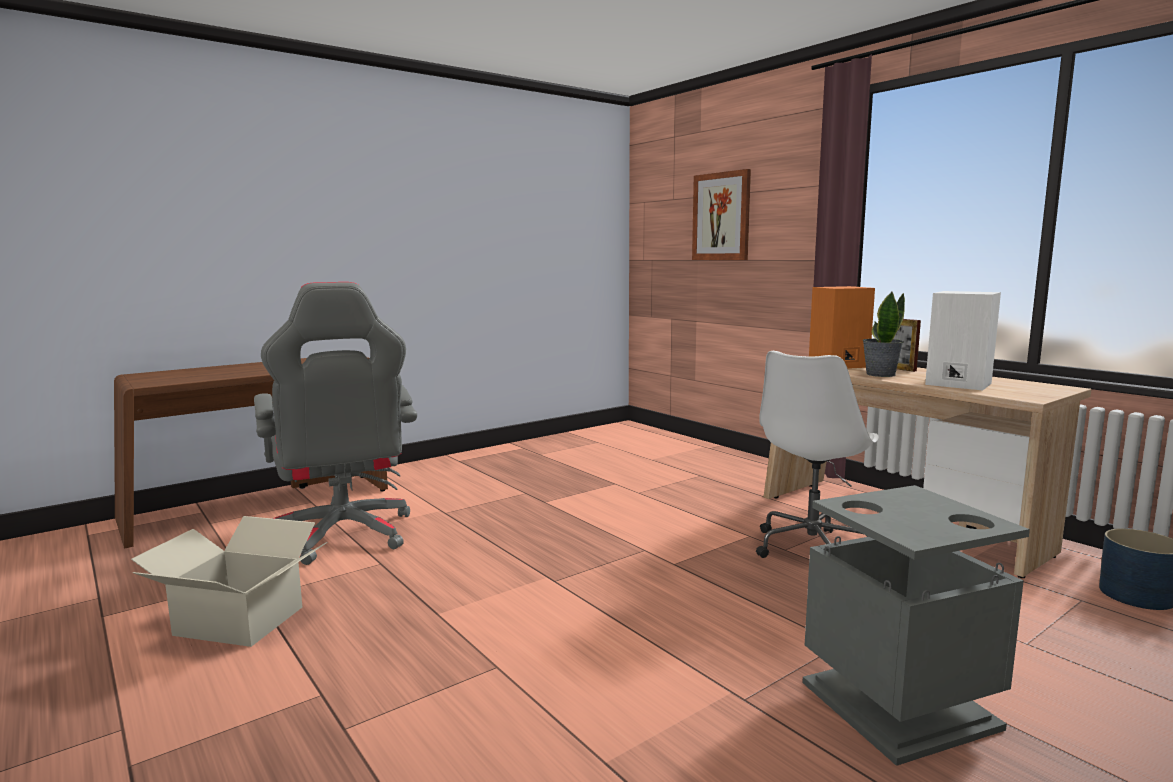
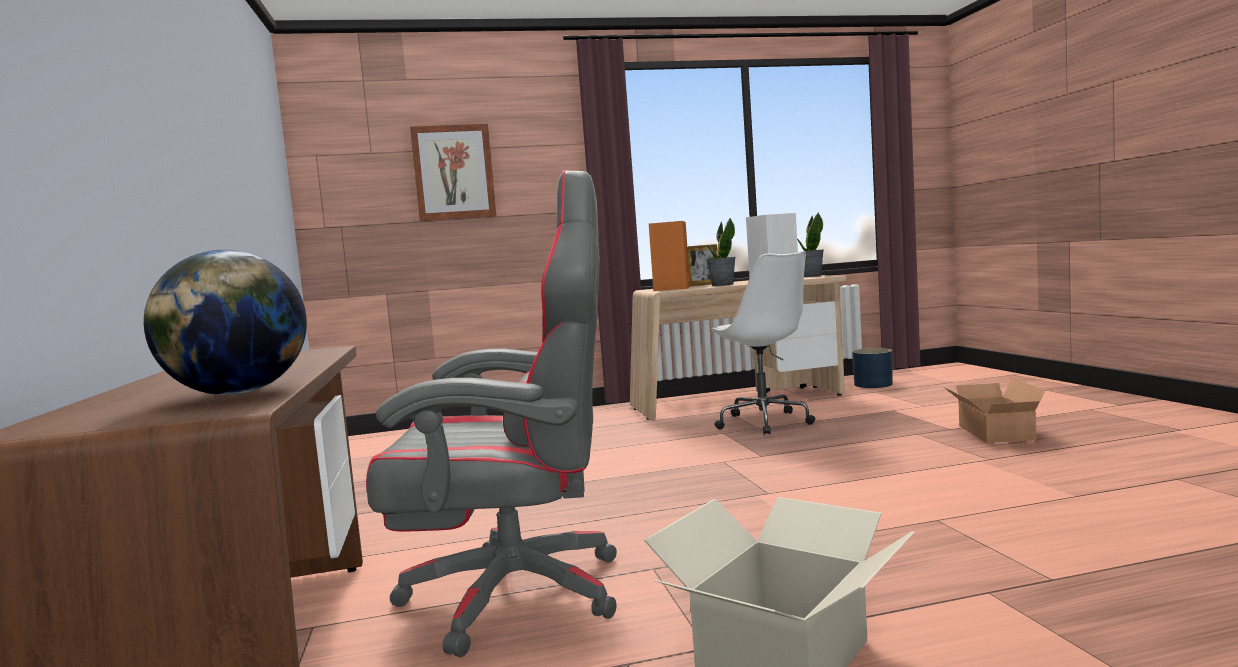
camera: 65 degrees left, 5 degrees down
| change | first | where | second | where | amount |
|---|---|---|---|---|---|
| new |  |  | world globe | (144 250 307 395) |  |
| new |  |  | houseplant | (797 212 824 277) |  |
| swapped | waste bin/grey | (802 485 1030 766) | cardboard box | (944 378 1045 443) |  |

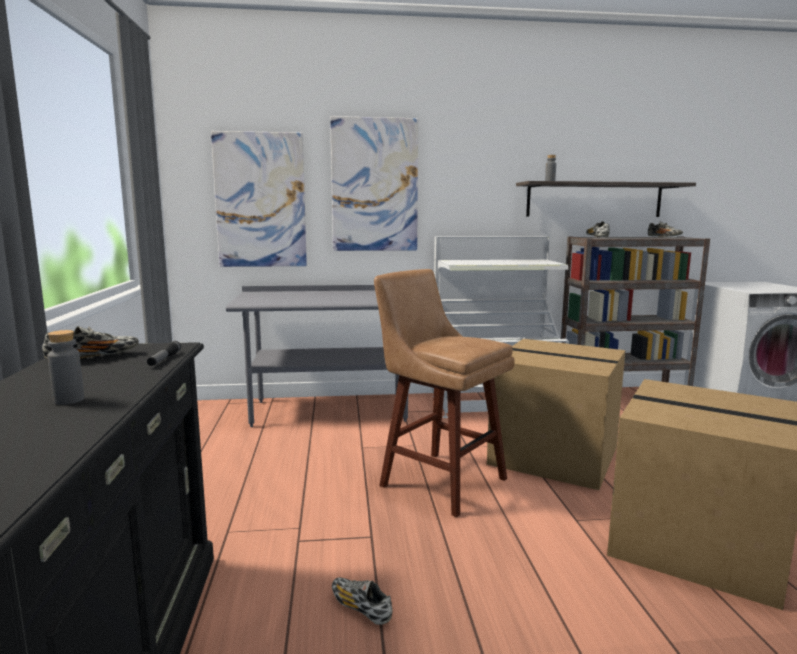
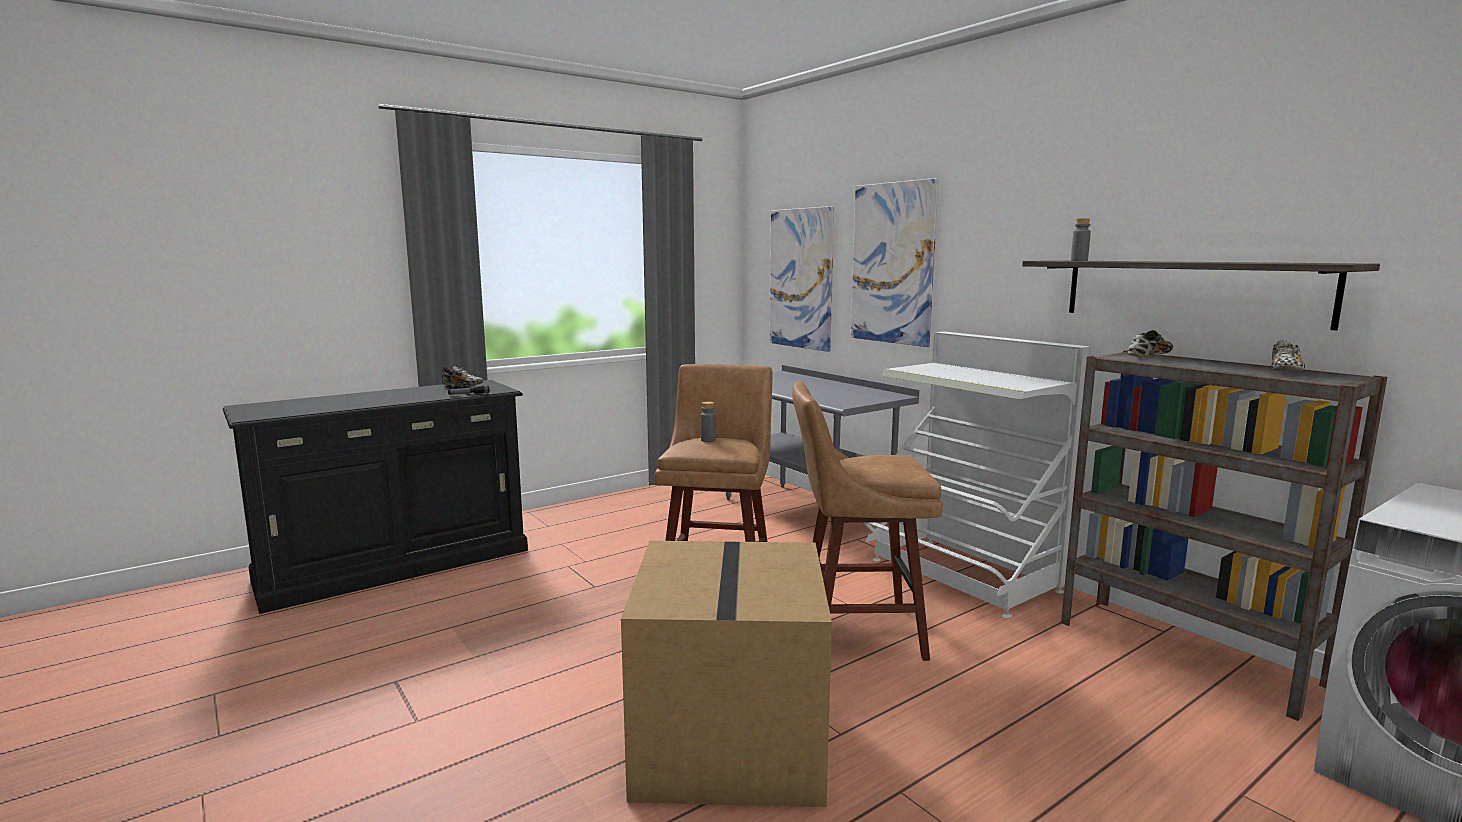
camera: 60 degrees right, 0 degrees up
| change | first | where | second | where | amount |
|---|---|---|---|---|---|
| gone | low shoe | (332 577 393 625) |  |  |  |
| shifted | bottle/grey | (47 330 84 405) |  | (701 402 716 442) |  |
| swapped | cardboard box | (487 339 625 490) | stool/brownish | (792 381 943 661) |  |

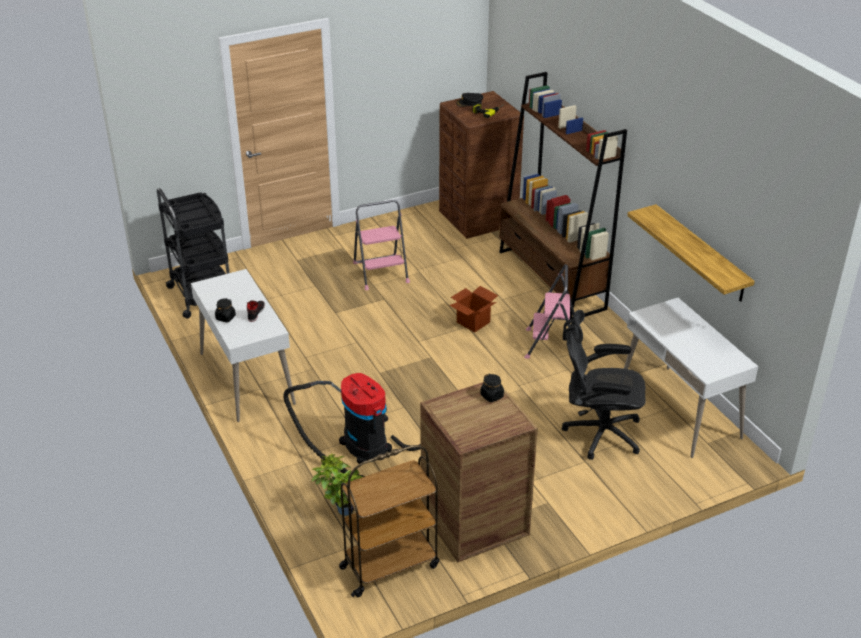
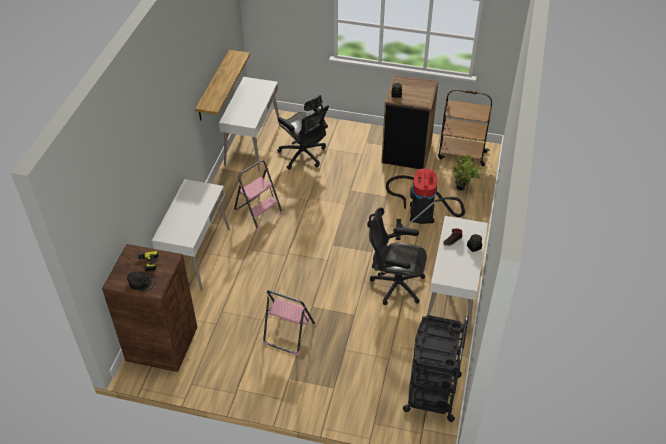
camera: 140 degrees left, 10 degrees up
| change | first | where | second | where | amount |
|---|---|---|---|---|---|
| gone | cardboard box | (449 286 498 332) |  |  |  |
| new |  |  | office chair | (367 208 427 305) |  |
| swapped | shelving unit/brownish | (499 72 627 320) | desk table/whitish | (152 179 230 291) |  |

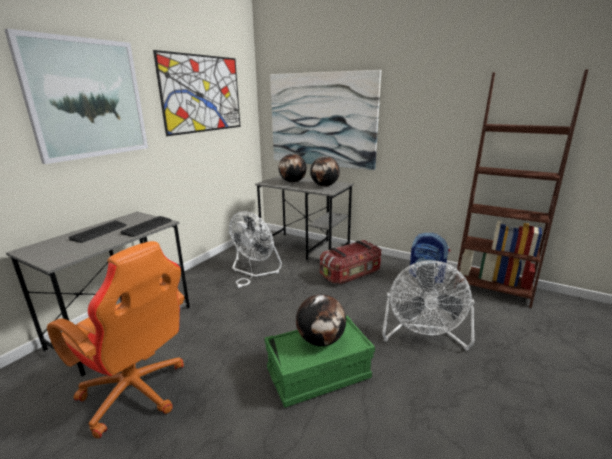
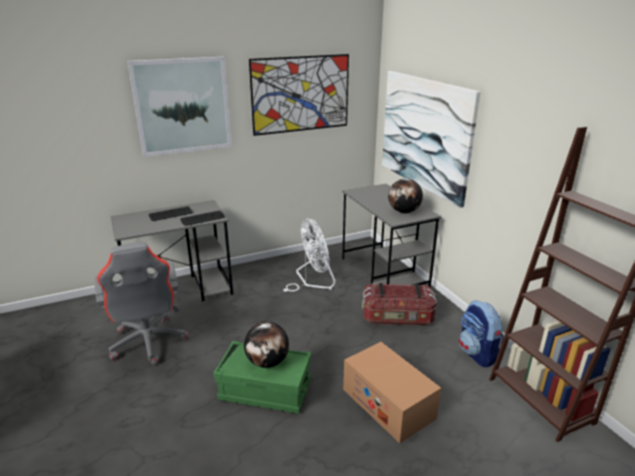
camera: 35 degrees right, 5 degrees up
| change | first | where | second | where | amount |
|---|---|---|---|---|---|
| gone | world globe | (278 154 307 183) |  |  |  |
| swapped | fan/whitish | (382 261 475 350) | cardboard box | (343 342 441 443) |  |
| repainted | office chair/orange | (47 241 185 439) | office chair/grey | (94 242 190 365) |  |

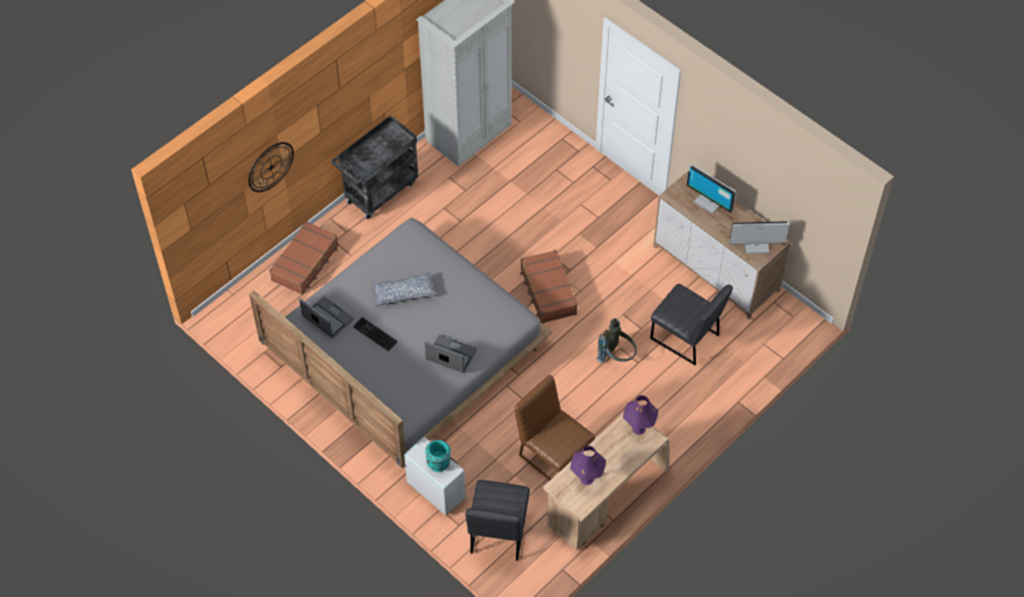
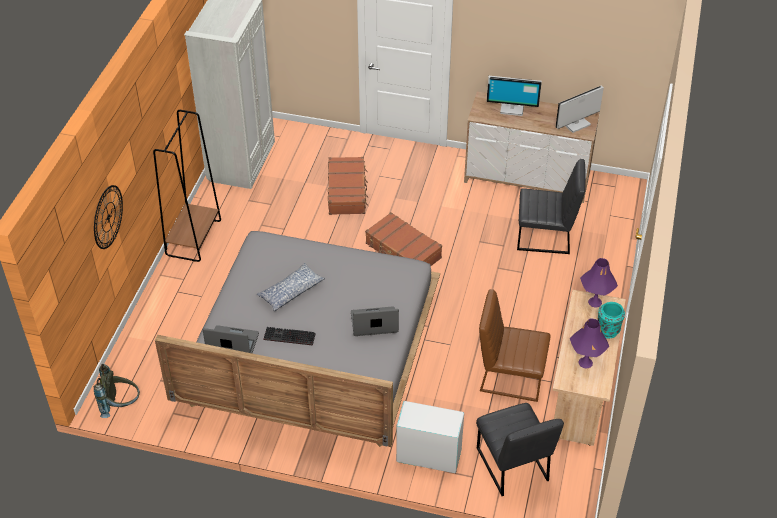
camera: 30 degrees left, 10 degrees down
| change | first | where | second | where | amount |
|---|---|---|---|---|---|
| shifted | travel case/brownish | (269 221 339 295) |  | (328 157 368 215) |  |
| shifted | decorative vase/blue-green | (425 440 451 472) |  | (598 302 625 339) |  |
| shifted | knapsack/grey | (596 318 637 363) |  | (94 364 140 418) |  |
| swapped | cart/blackish | (331 116 418 219) | garment stand | (153 110 221 262) |  |

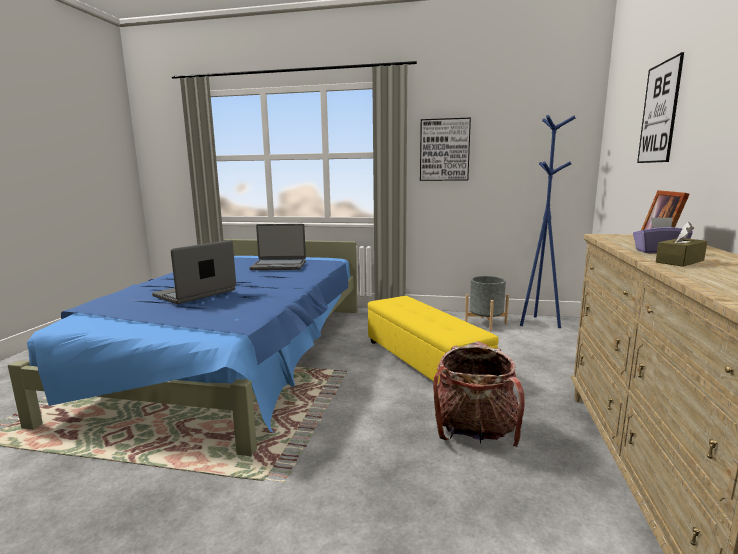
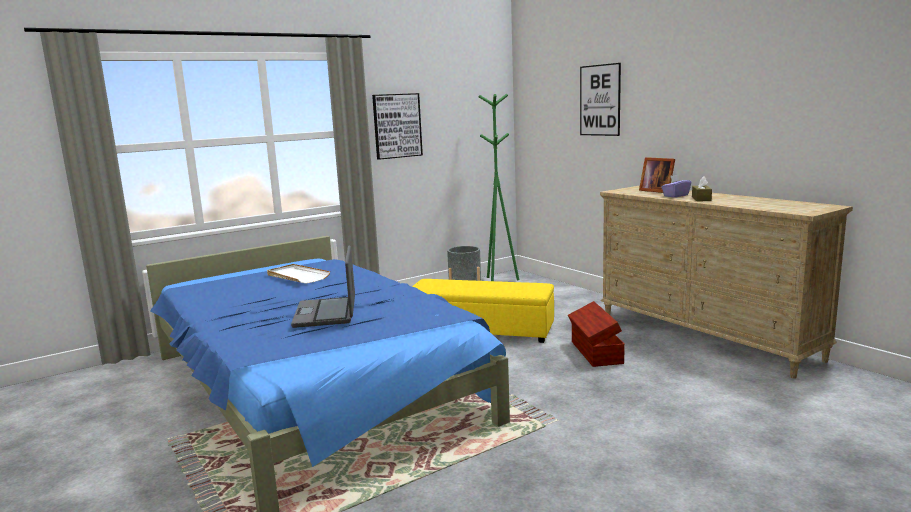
camera: 45 degrees left, 0 degrees up
| change | first | where | second | where | amount |
|---|---|---|---|---|---|
| swapped | laptop | (250 224 306 270) | carrying tray/whitish | (267 264 330 284) |  |
| swapped | knapsack | (433 342 525 447) | storage box/brownish | (568 301 625 367) |  |
| repainted | garment stand/bluish | (520 115 576 328) | garment stand/greenish | (479 94 519 281) |  |

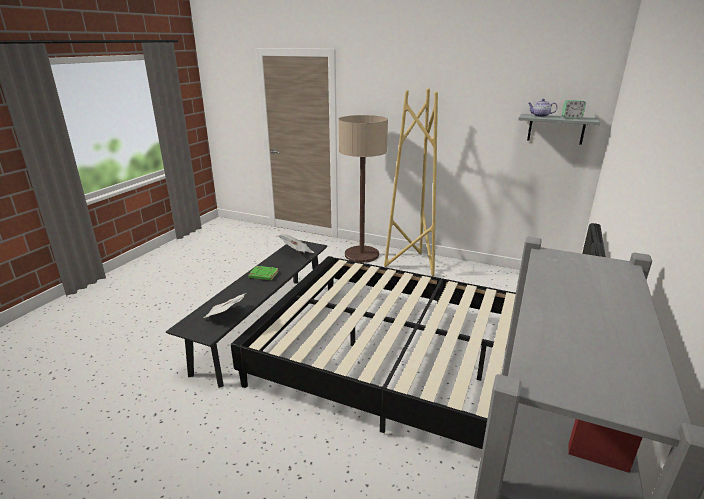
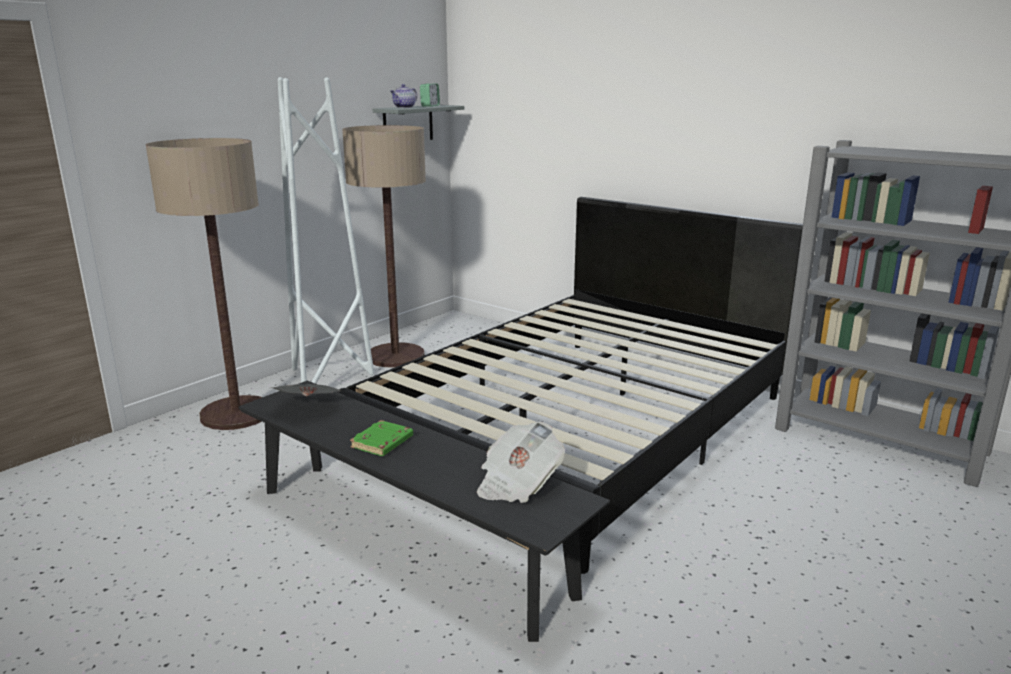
camera: 75 degrees left, 5 degrees down
| change | first | where | second | where | amount |
|---|---|---|---|---|---|
| new |  |  | floor lamp | (342 125 426 368) |  |
| repainted | garment stand/yellow | (384 88 438 276) | garment stand/whitish | (278 77 374 384) |  |

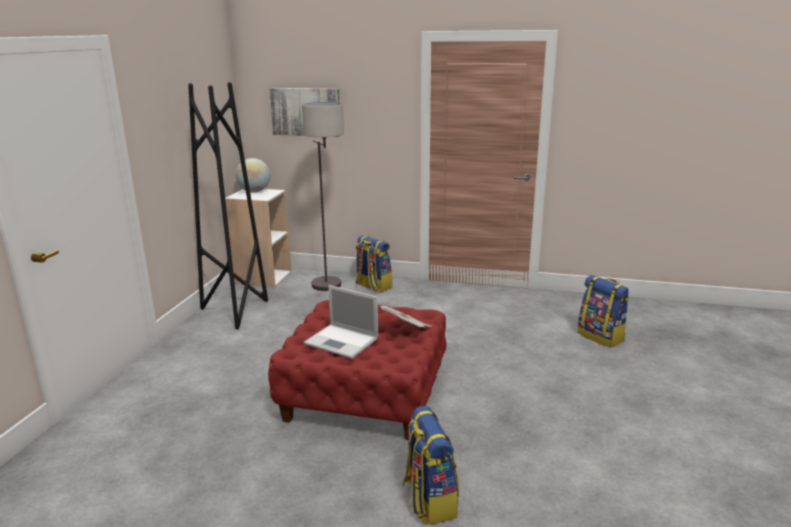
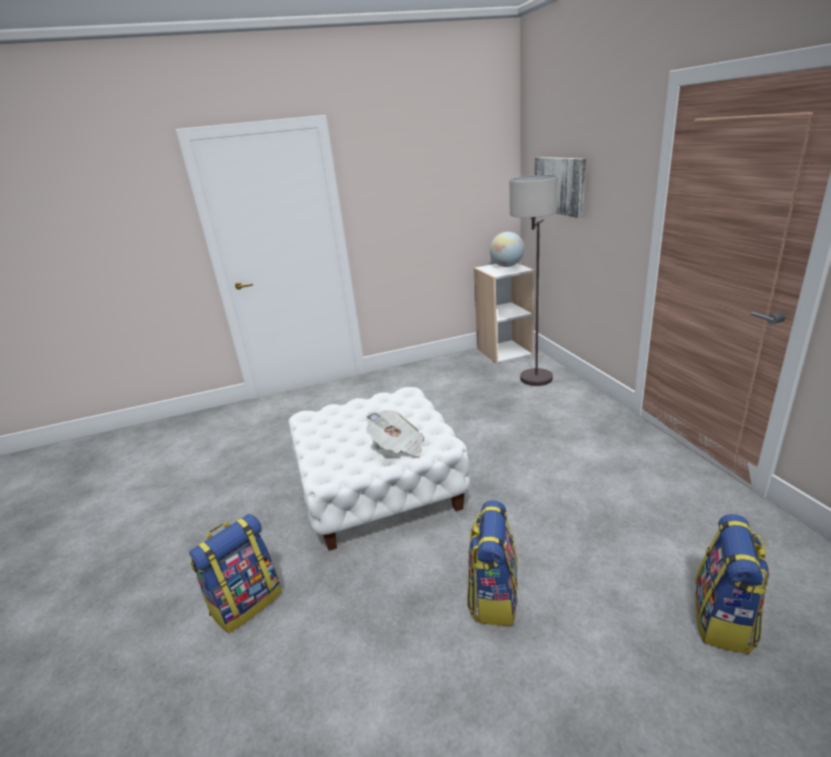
camera: 60 degrees right, 5 degrees up
| change | first | where | second | where | amount |
|---|---|---|---|---|---|
| gone | garment stand/blackish | (188 82 268 330) |  |  |  |
| gone | laptop | (304 285 378 359) |  |  |  |
| shifted | knapsack | (356 235 392 293) |  | (467 500 518 625) |  |
| repainted | footrest/red-coloured | (268 300 447 440) | footrest/whitish | (288 387 470 551) |  |

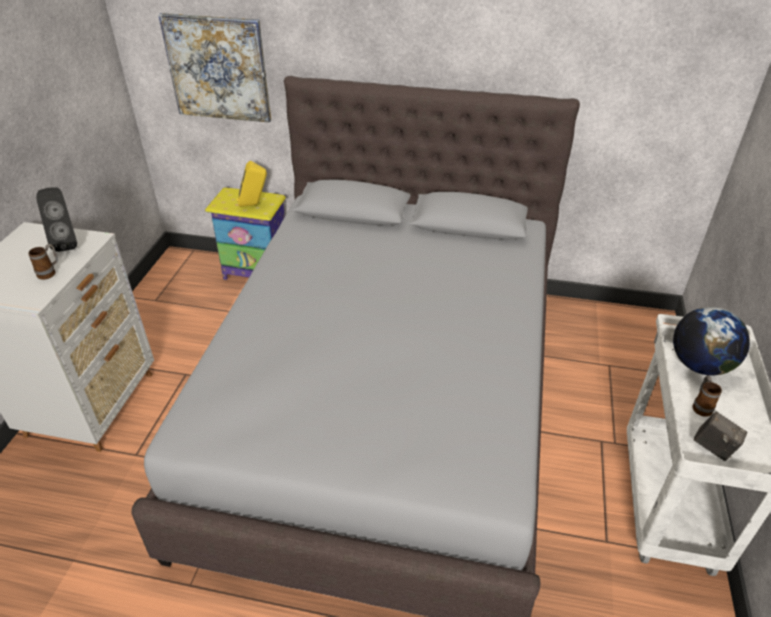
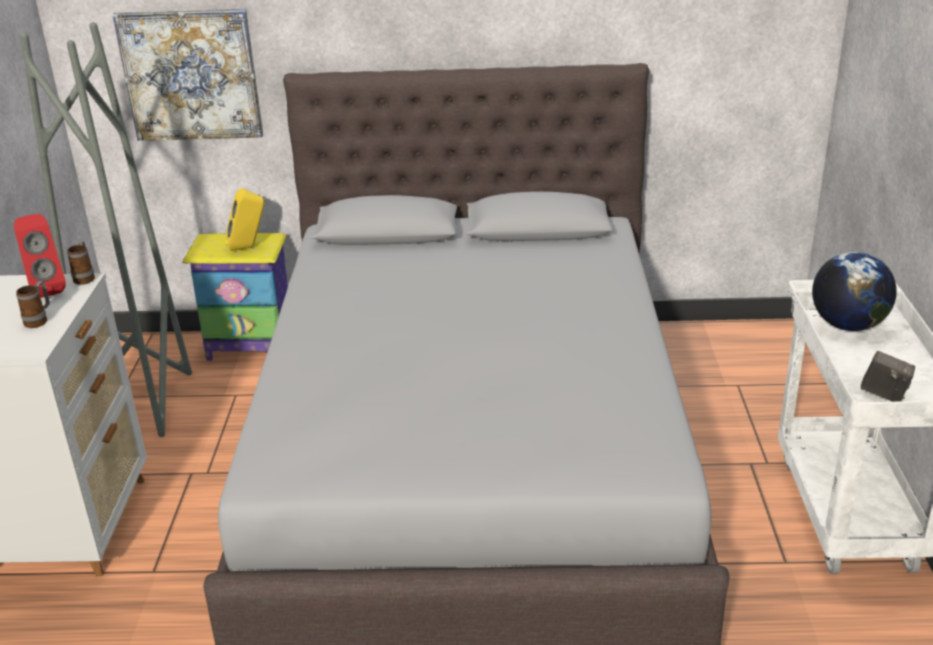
camera: 10 degrees left, 10 degrees down
| change | first | where | second | where | amount |
|---|---|---|---|---|---|
| new |  |  | garment stand/grey | (20 22 192 437) |  |
| shifted | coffee mug | (692 375 722 417) |  | (67 240 95 285) |  |
| repainted | speaker/blackish | (36 188 77 252) | speaker/red-coloured | (14 214 66 298) |  |

